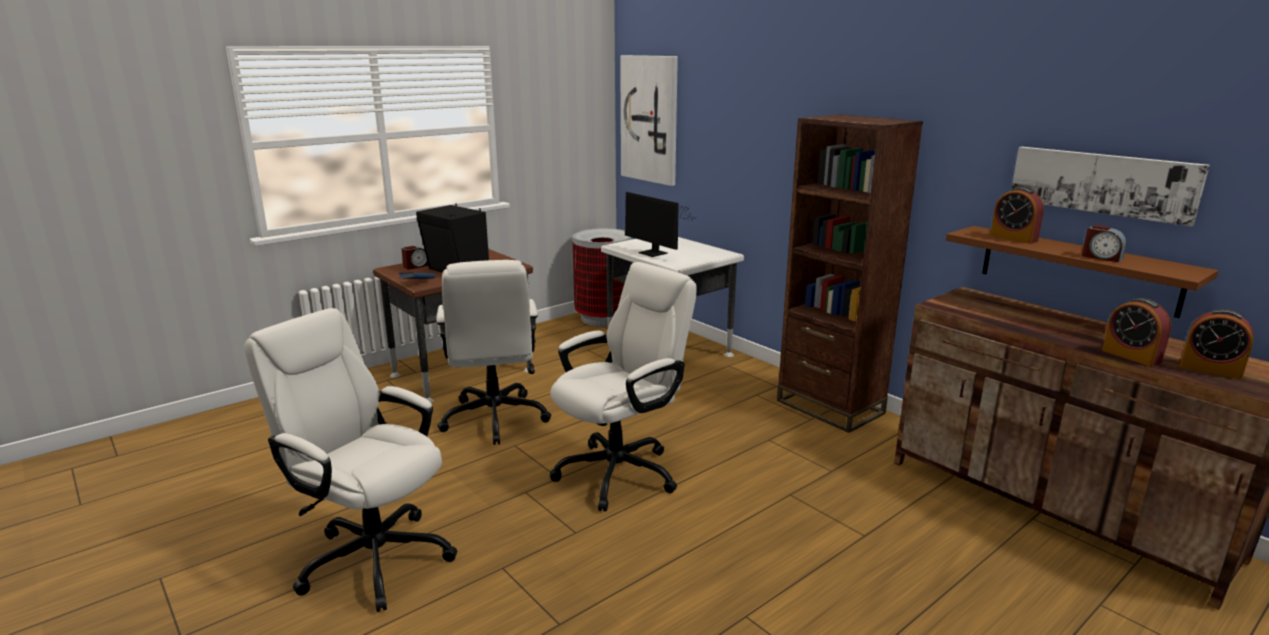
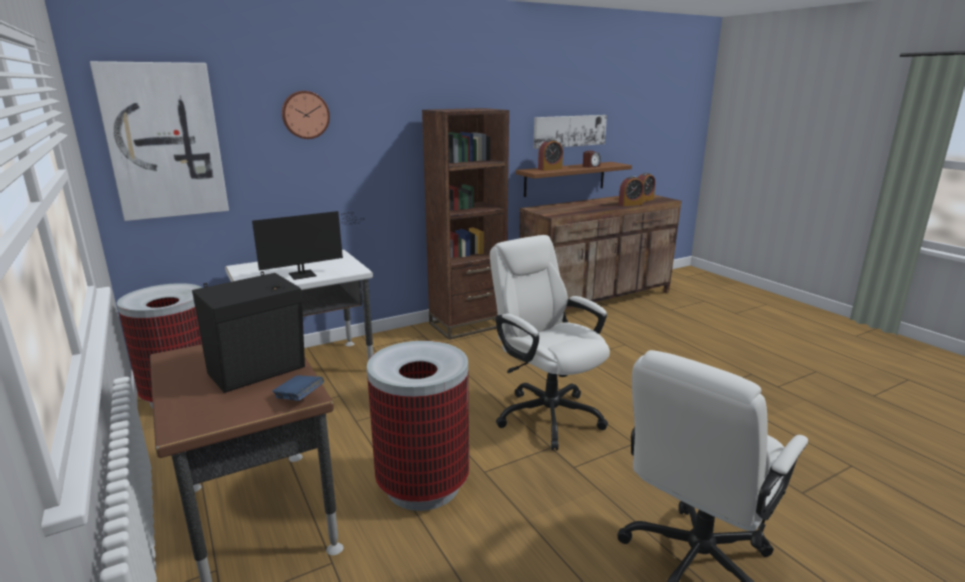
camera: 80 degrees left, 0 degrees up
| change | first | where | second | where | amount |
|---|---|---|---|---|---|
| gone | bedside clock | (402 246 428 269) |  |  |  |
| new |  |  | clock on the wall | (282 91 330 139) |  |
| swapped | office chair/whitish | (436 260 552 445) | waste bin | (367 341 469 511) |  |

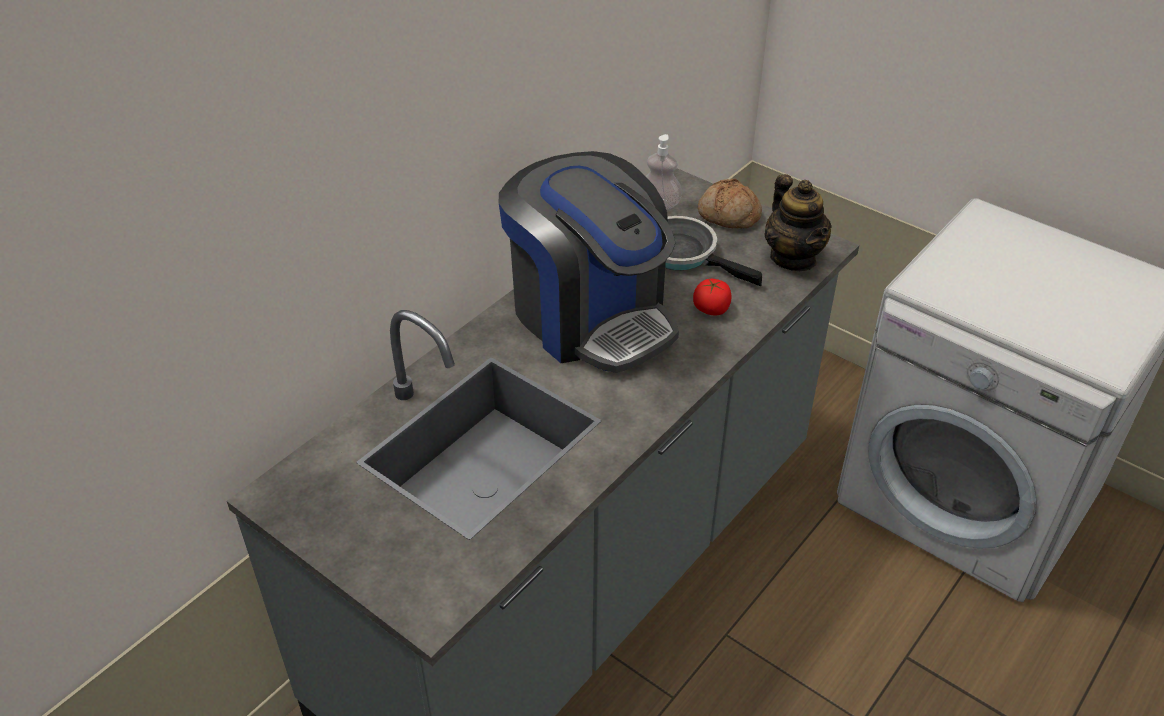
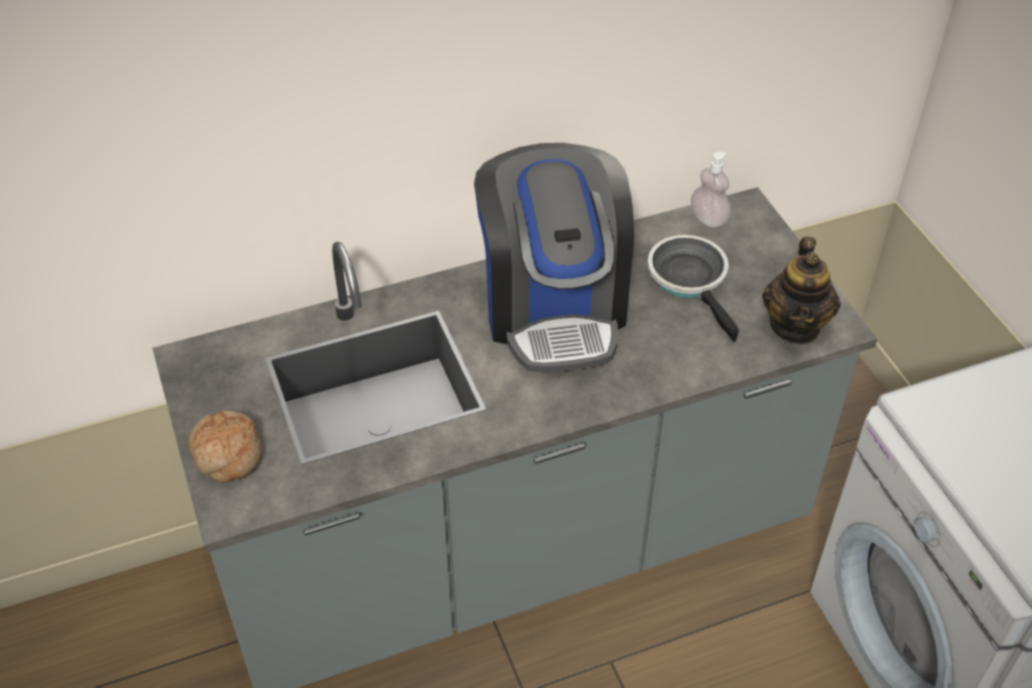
camera: 30 degrees right, 5 degrees up
| change | first | where | second | where | amount |
|---|---|---|---|---|---|
| gone | tomato | (693 278 731 315) |  |  |  |
| shifted | bakery bread | (698 179 762 229) |  | (188 411 262 482) |  |

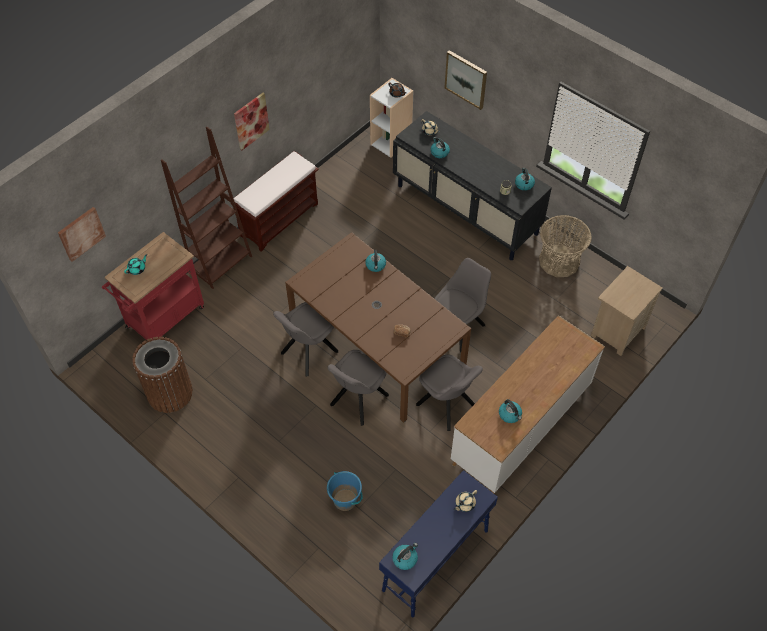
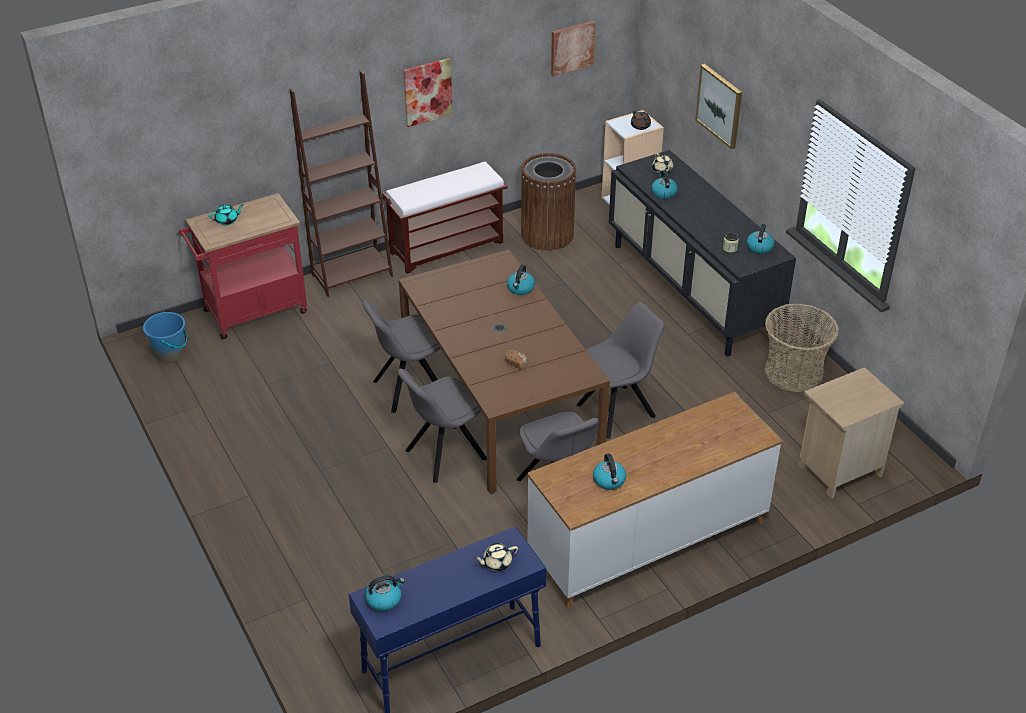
camera: 20 degrees right, 15 degrees down
| change | first | where | second | where | amount |
|---|---|---|---|---|---|
| shifted | wall art | (58 207 106 262) |  | (551 21 596 77) |  |
| shifted | waste bin/brownish | (132 337 193 413) |  | (521 153 576 251) |  |
| shifted | pail/bluish | (327 471 363 511) |  | (143 311 188 363) |  |

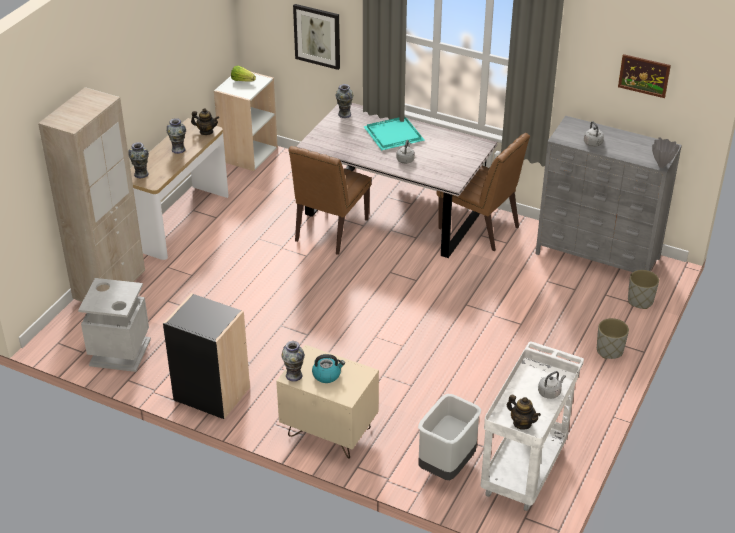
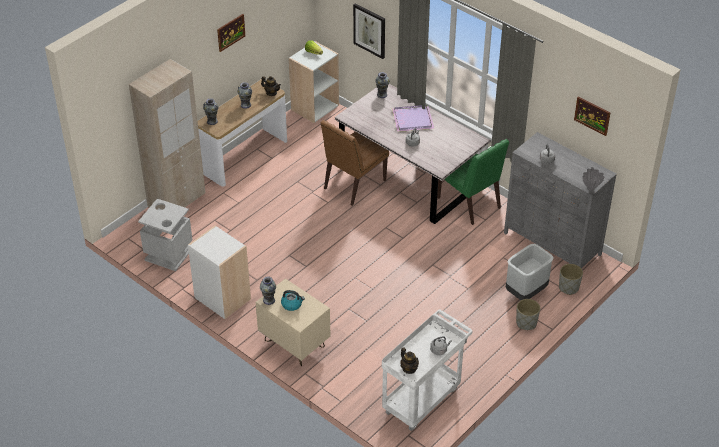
camera: 15 degrees right, 5 degrees up
| change | first | where | second | where | amount |
|---|---|---|---|---|---|
| new |  |  | wall art | (217 14 245 52) |  |
| shifted | waste bin/grey | (418 394 481 480) |  | (506 244 554 300) |  |
| repainted | shelving unit/blackish | (163 293 250 419) | shelving unit/whitish | (188 226 251 319) |  |
| repainted | carrying tray/blue-green | (363 116 425 150) | carrying tray/purple-coloured | (392 105 434 132) |  |
| repainted | upright chair/brownish | (437 133 530 251) | upright chair/greenish | (437 139 509 225) |  |

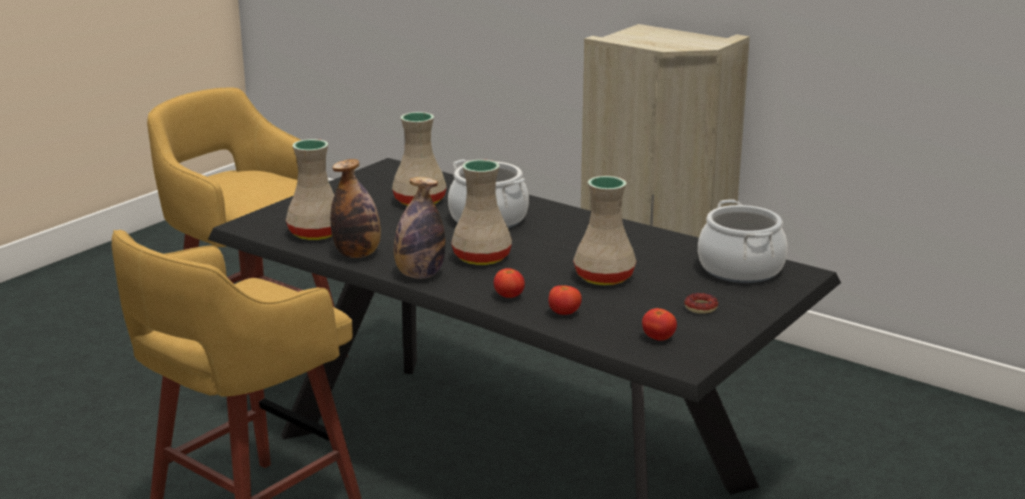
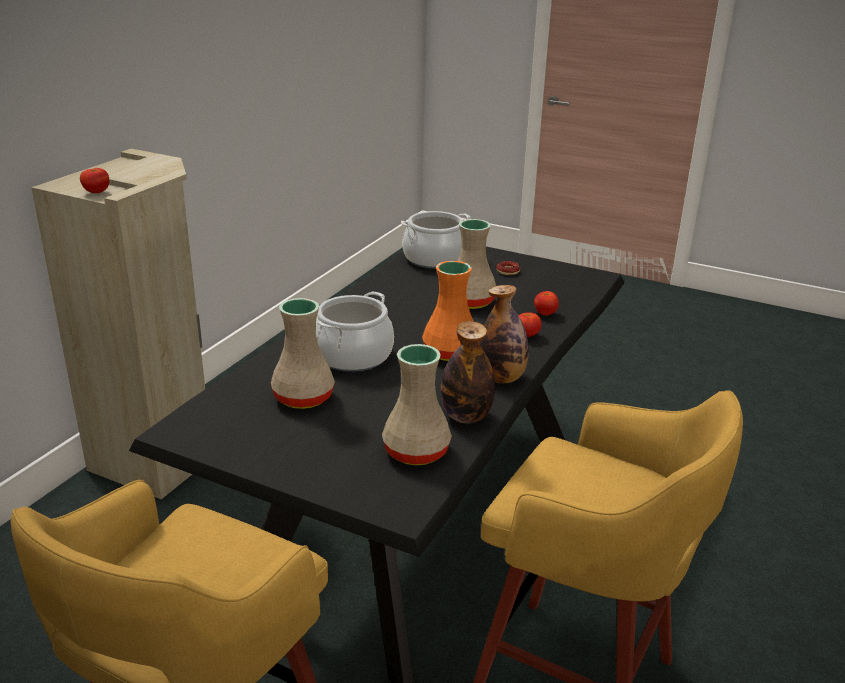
camera: 100 degrees left, 5 degrees up
| change | first | where | second | where | amount |
|---|---|---|---|---|---|
| shifted | tomato | (642 308 677 341) |  | (80 168 109 193) |  |
| repainted | decorative vase/beige-coloured | (452 159 512 265) | decorative vase/orange | (422 261 479 361) |  |

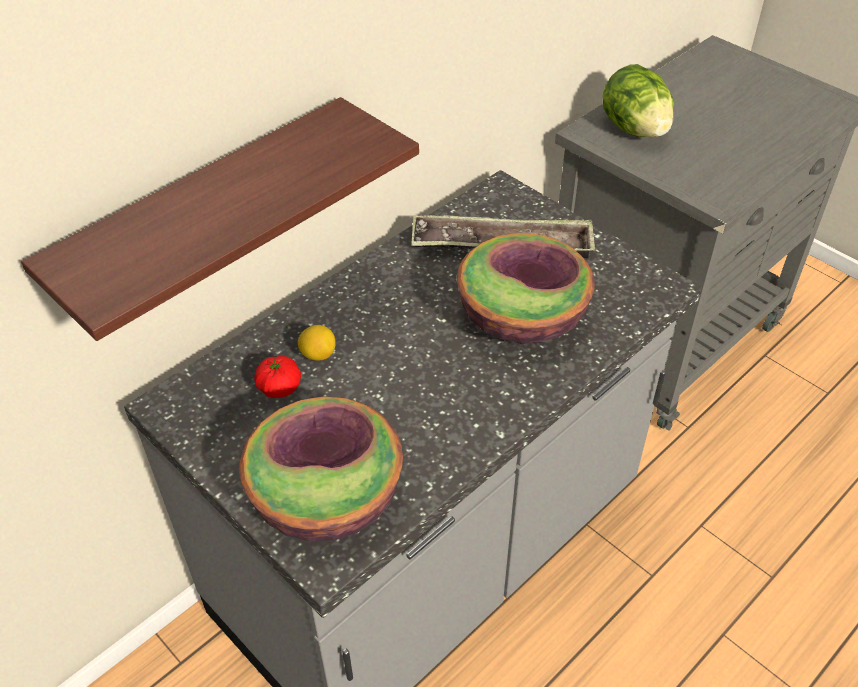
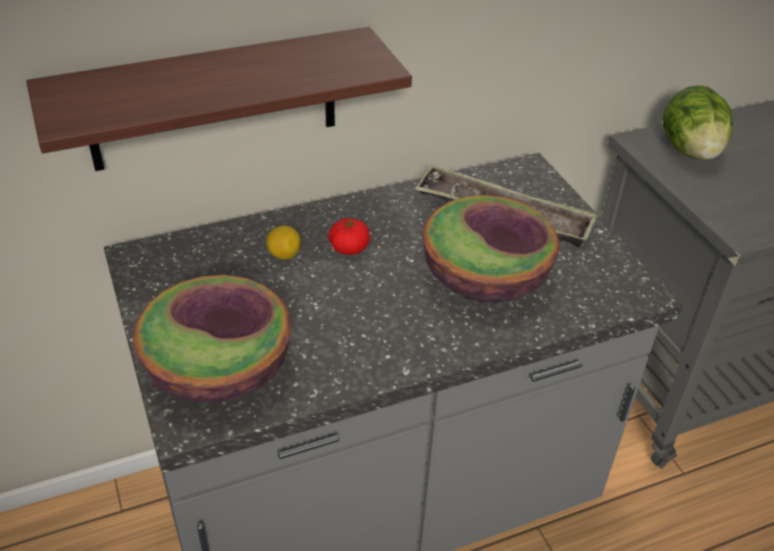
camera: 20 degrees right, 5 degrees down
| change | first | where | second | where | amount |
|---|---|---|---|---|---|
| shifted | tomato | (254 355 301 398) |  | (328 218 370 255) |  |

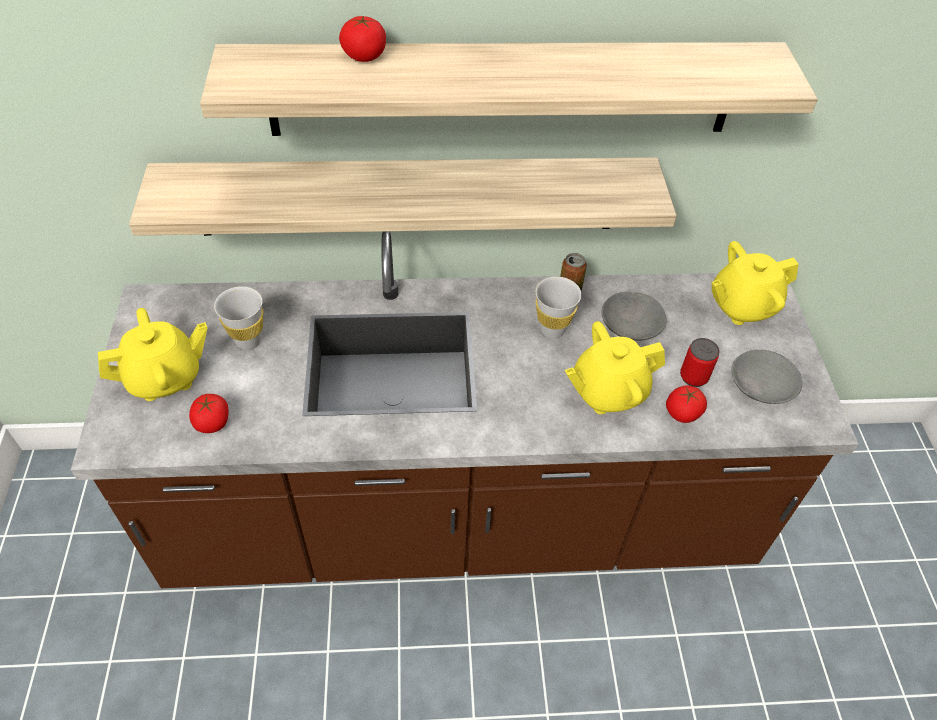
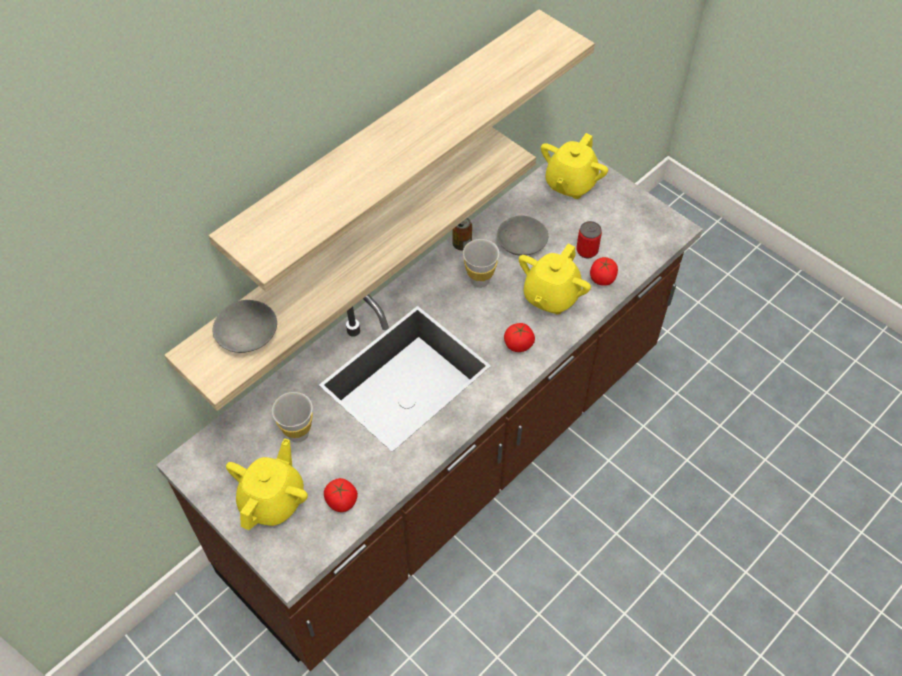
camera: 40 degrees left, 5 degrees up
| change | first | where | second | where | amount |
|---|---|---|---|---|---|
| shifted | tomato | (339 16 386 62) |  | (504 323 535 352) |  |
| shifted | deep dish/grey | (731 350 802 404) |  | (213 300 277 353) |  |

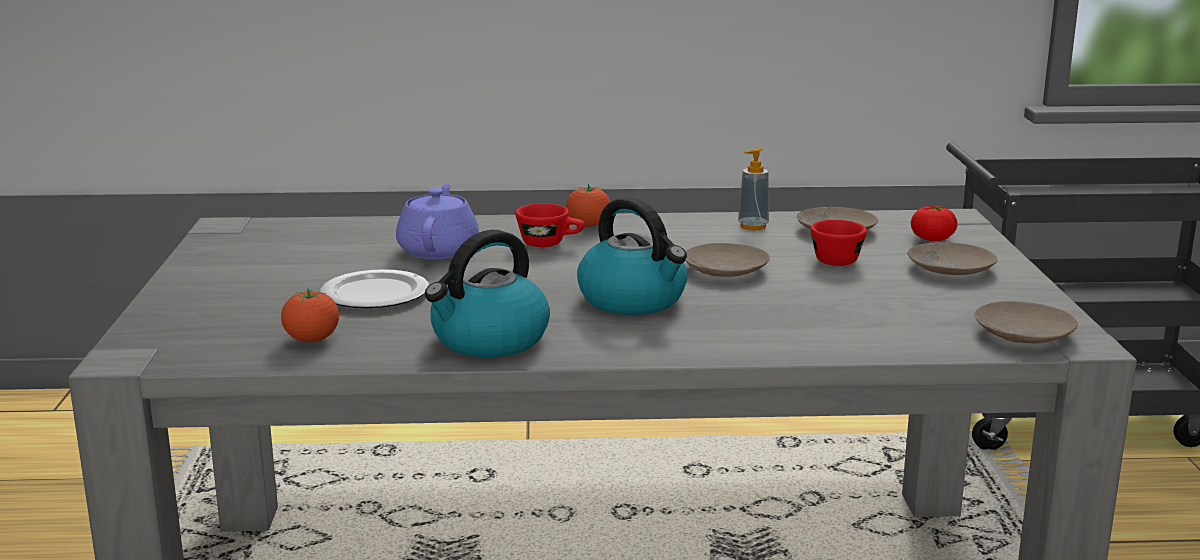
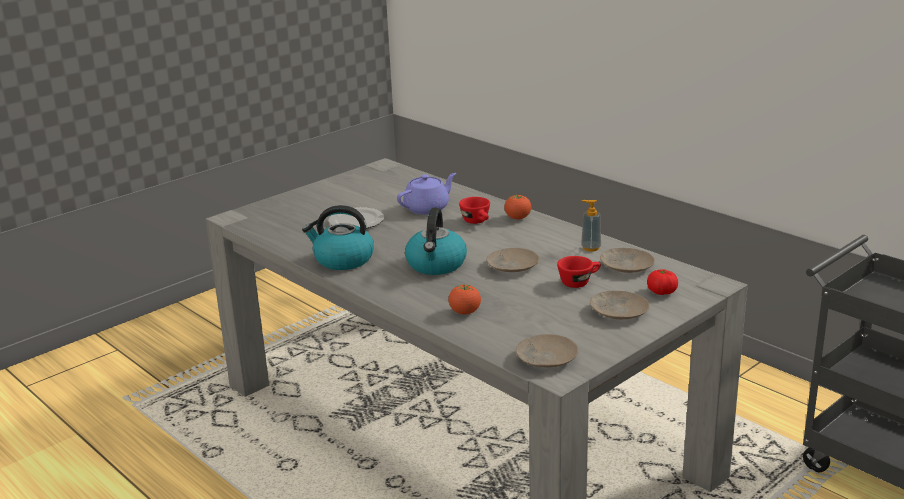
camera: 50 degrees right, 5 degrees up
| change | first | where | second | where | amount |
|---|---|---|---|---|---|
| shifted | tomato | (281 288 339 342) |  | (449 284 481 314) |  |

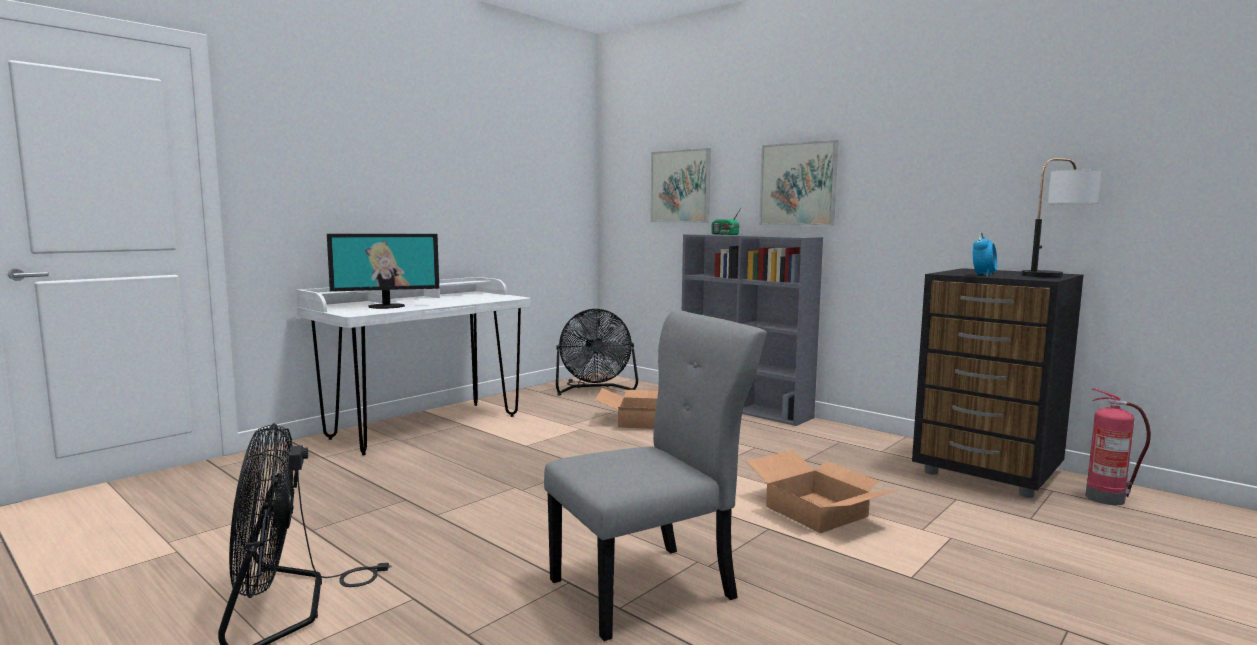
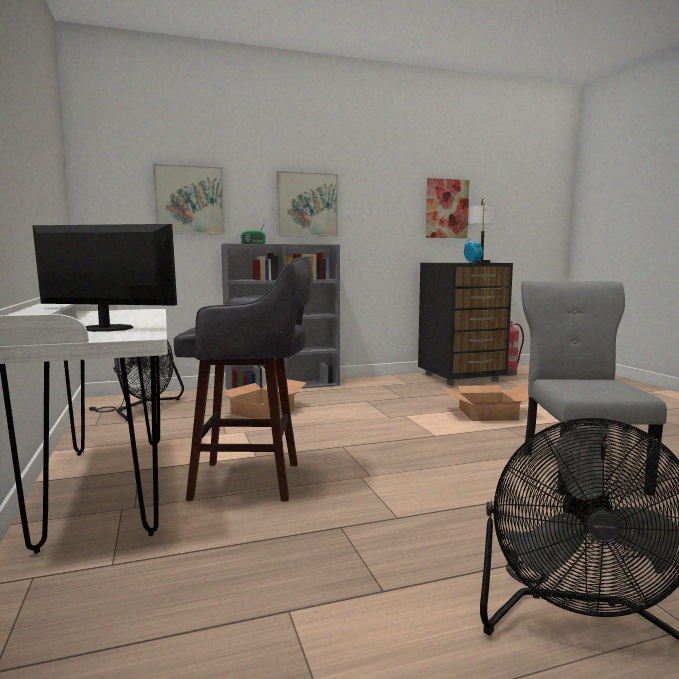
camera: 60 degrees left, 0 degrees up
| change | first | where | second | where | amount |
|---|---|---|---|---|---|
| new |  |  | stool/grey | (174 257 313 502) |  |
| new |  |  | wall art | (426 178 469 238) |  |
| rotated | computer screen | (327 234 439 309) |  | (32 224 177 332) | 90 degrees counterclockwise |

